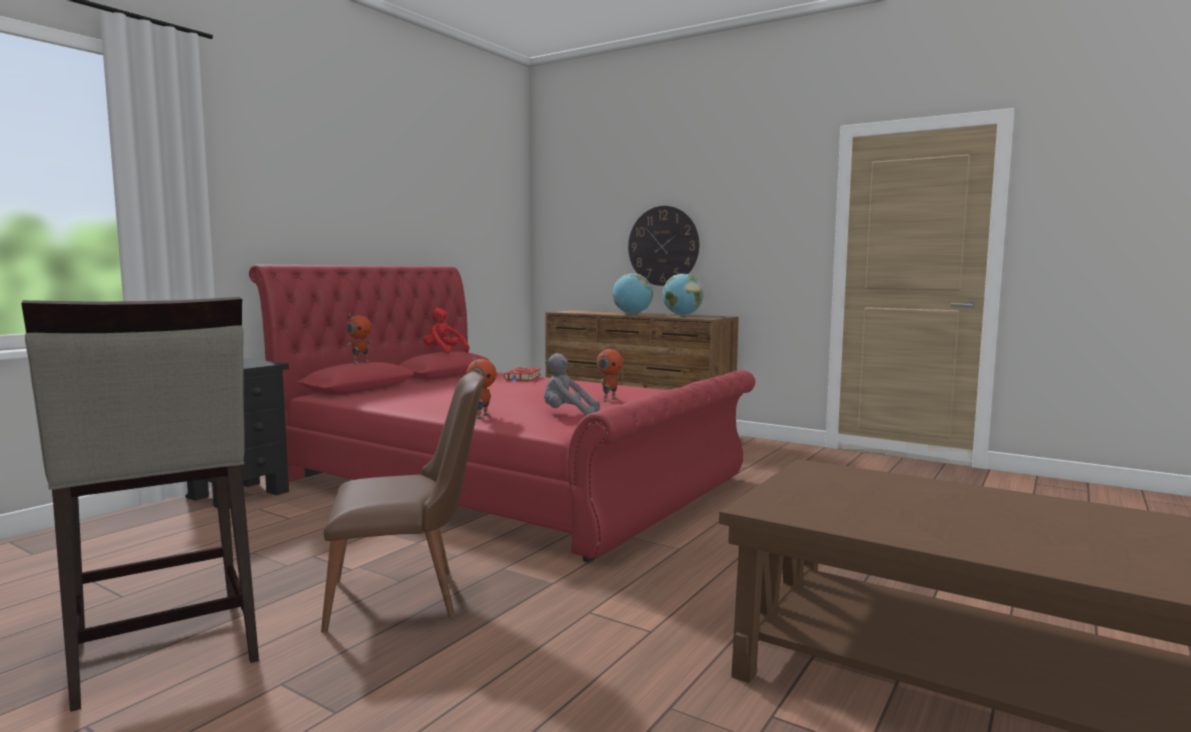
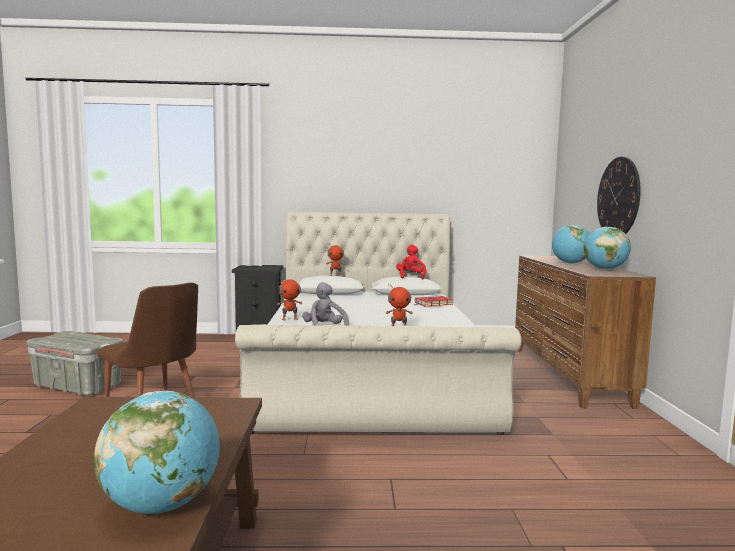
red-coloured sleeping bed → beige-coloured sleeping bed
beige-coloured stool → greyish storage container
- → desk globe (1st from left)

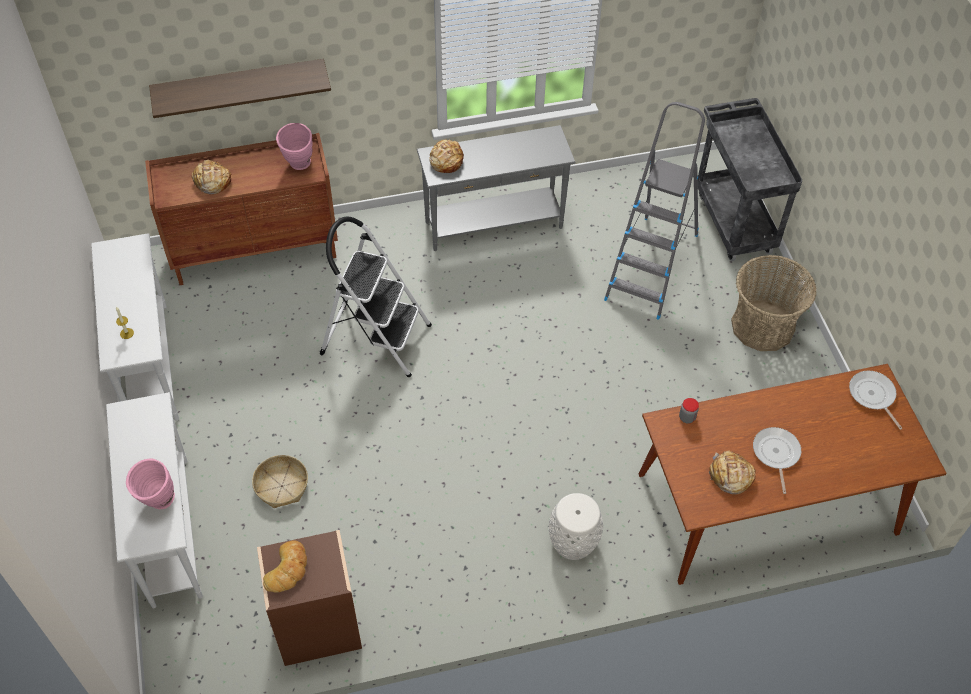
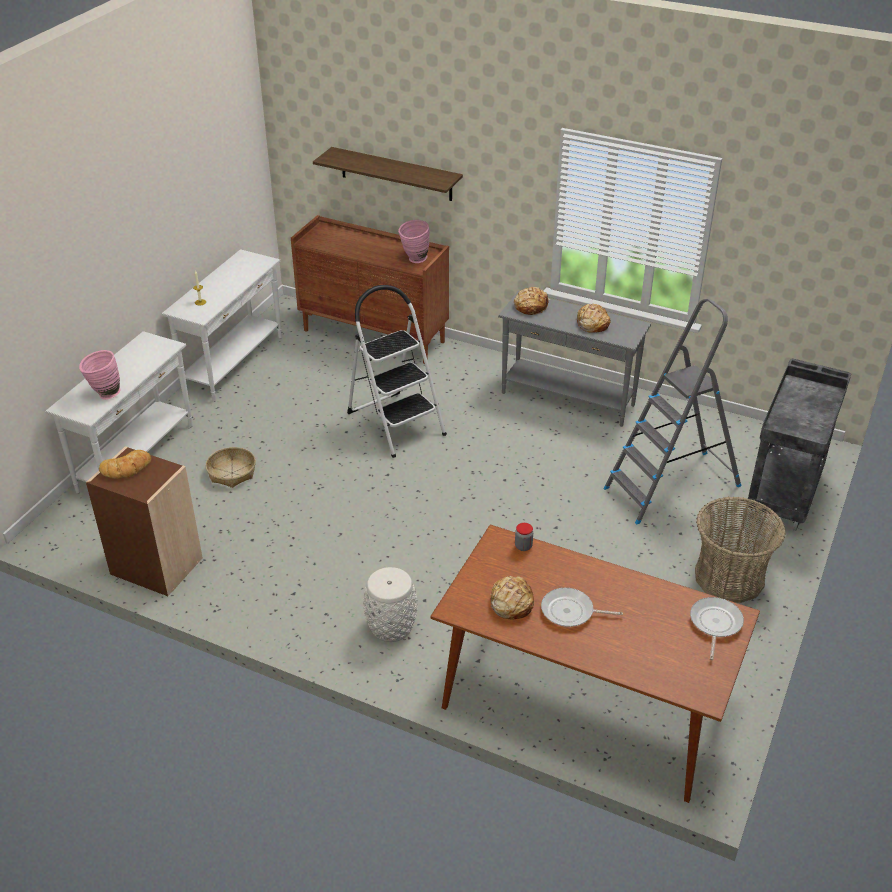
bakery bread (1st from left in the first image) → bakery bread (4th from left), move
skillet (1st from left), 120 degrees counterclockwise

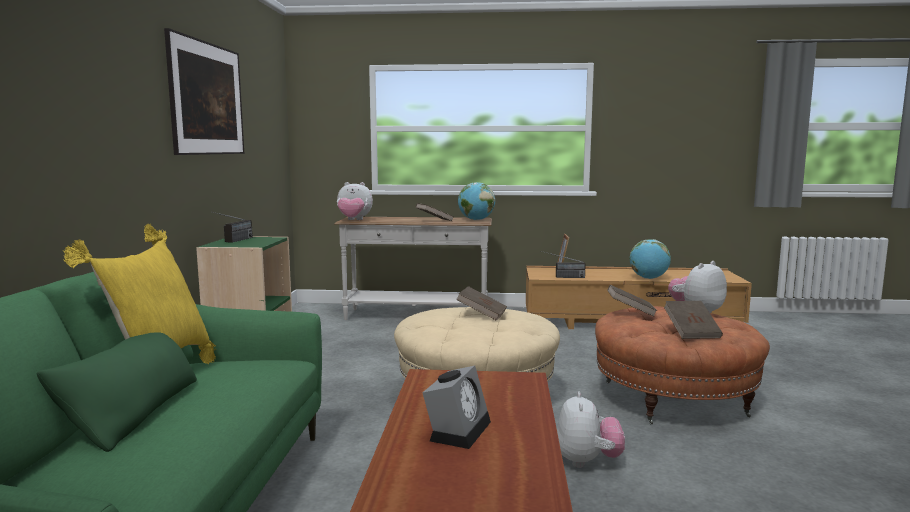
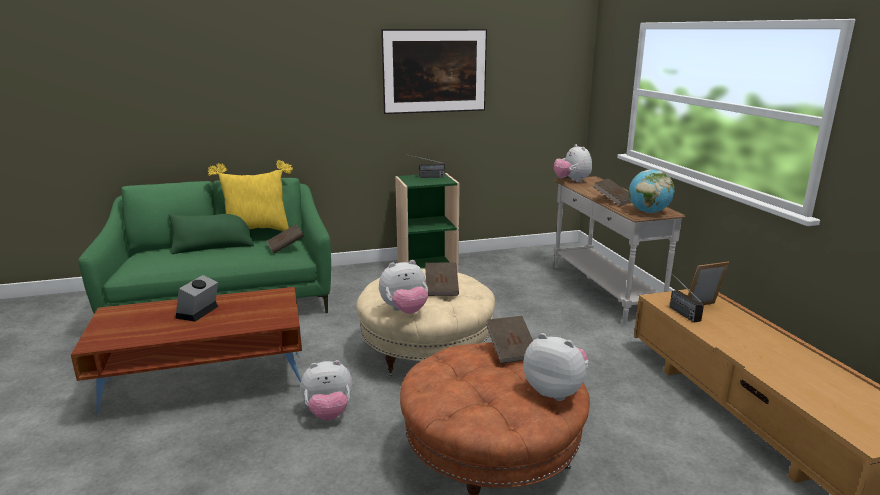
desk globe (2nd from left) → -
brown-coloured volume (4th from left in the first image) → brown-coloured volume (1st from left), move
bedside clock, 105 degrees clockwise
- → plush toy (2nd from left)

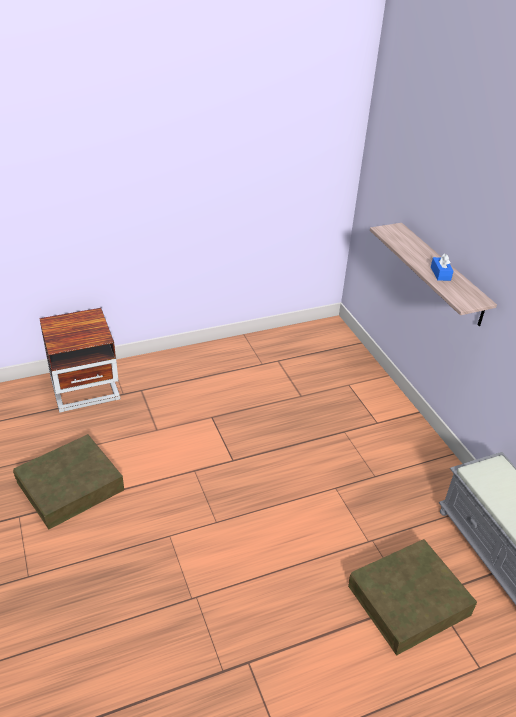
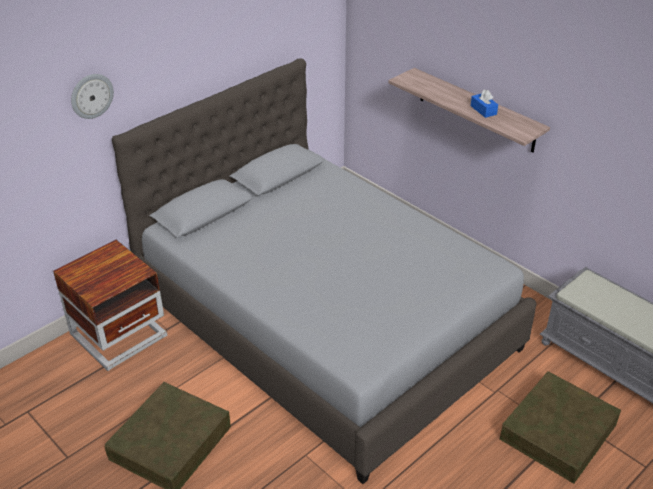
- → greyish sleeping bed
- → wall clock

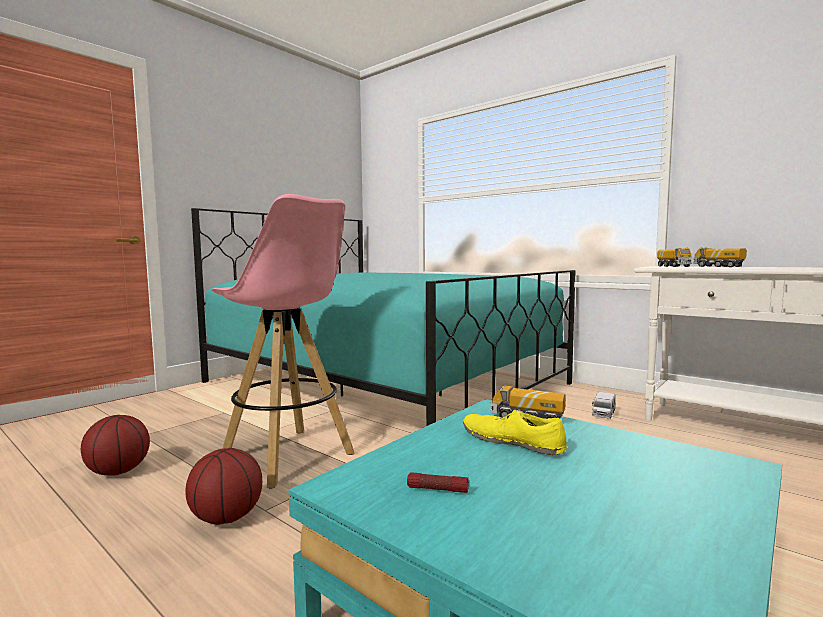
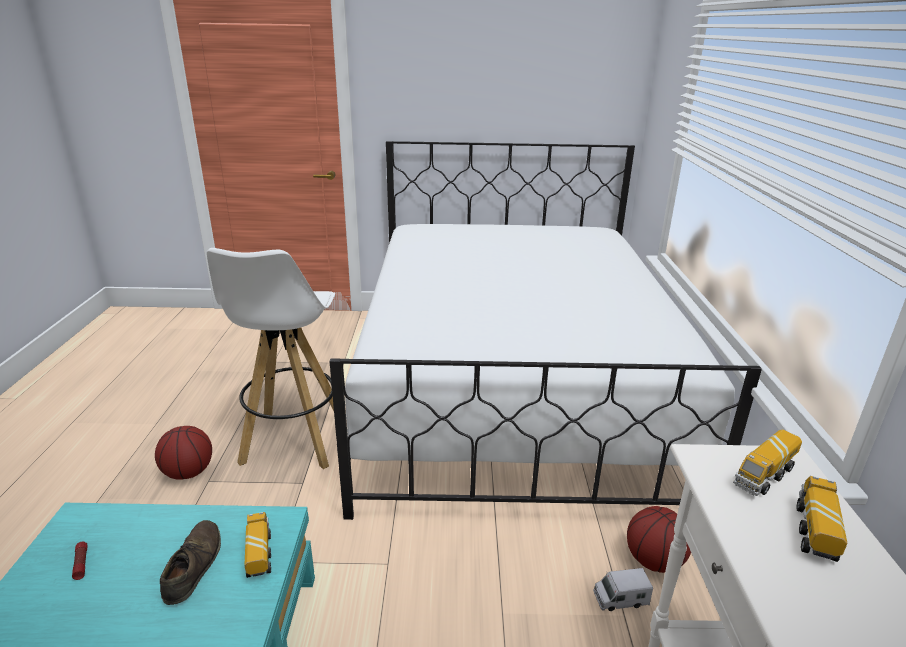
pink-coloured stool → white stool
turquoise sleeping bed → white sleeping bed
yellowish shoe → brown-coloured shoe
basketball (1st from left in the first image) → basketball (2nd from left), move

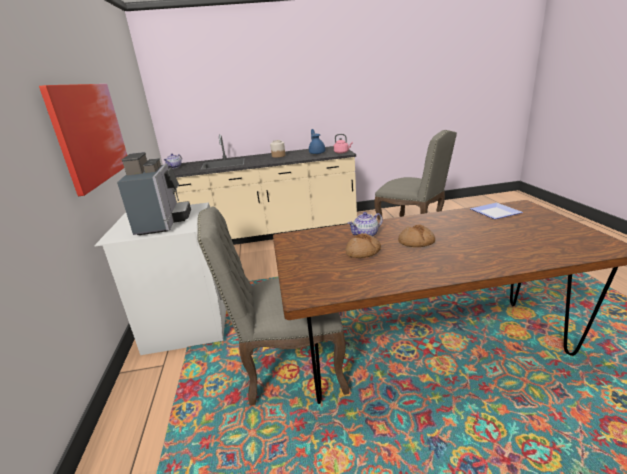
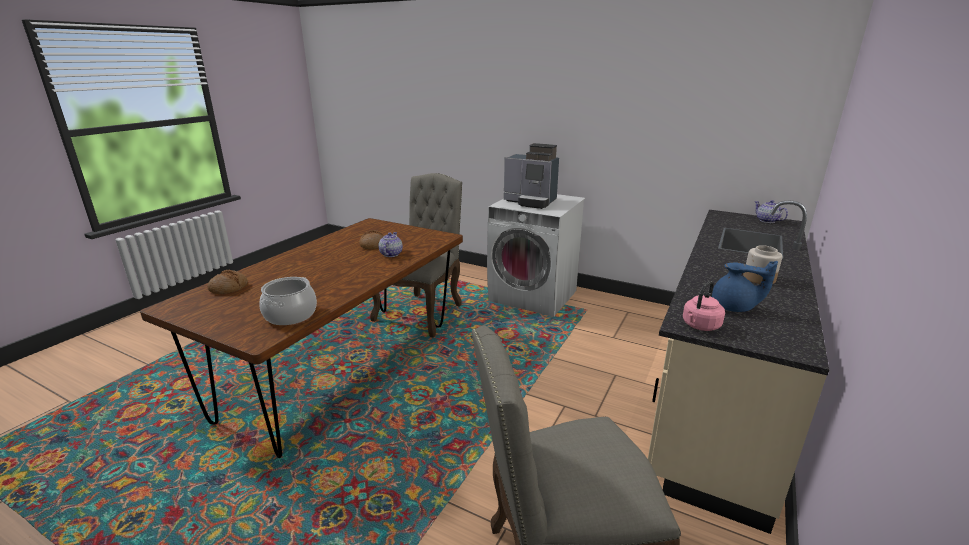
wall picture → -
flat dish → cooking pot
bakery bread (2nd from left in the first image) → bakery bread (1st from left), move

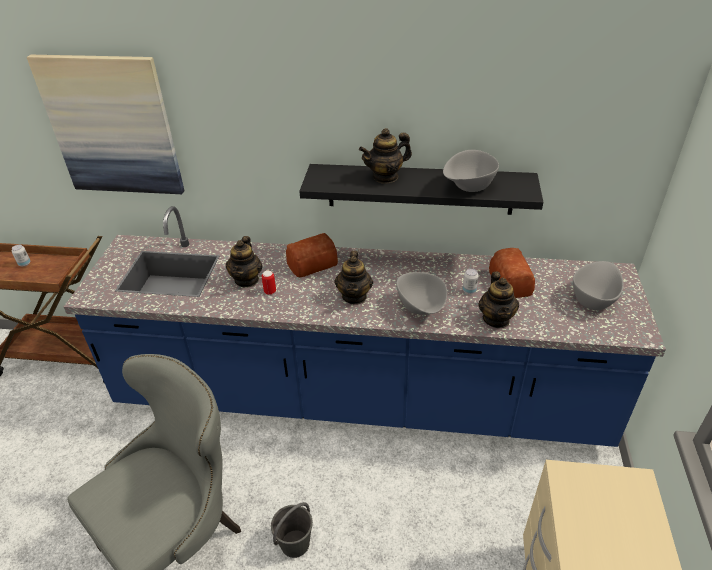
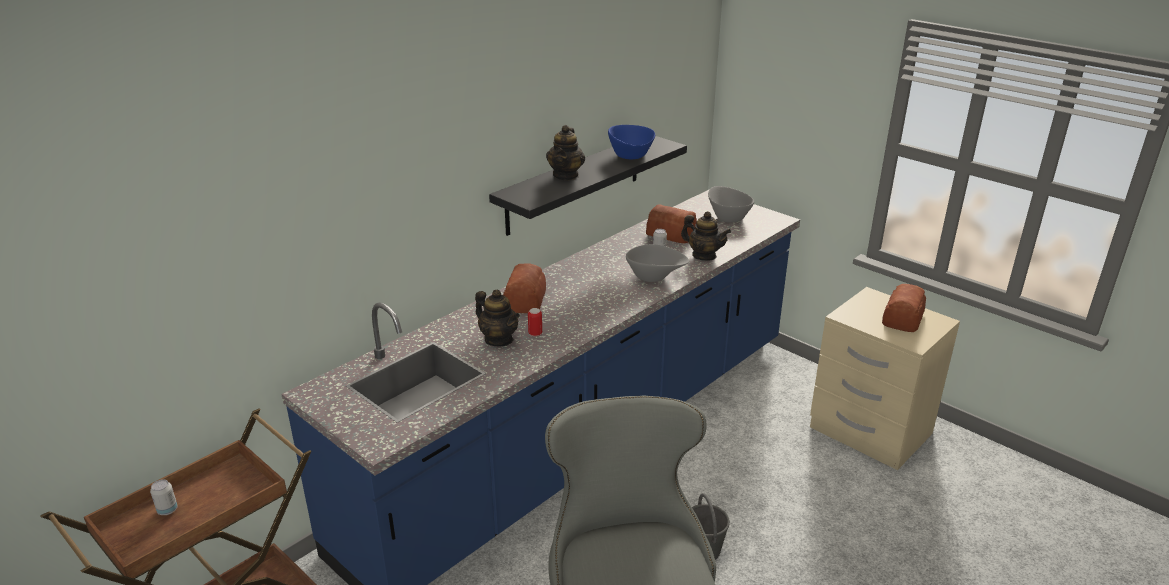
wall picture → -
greyish serving bowl (2nd from left) → blue serving bowl
teapot (2nd from left) → -
- → bakery bread (3rd from left)

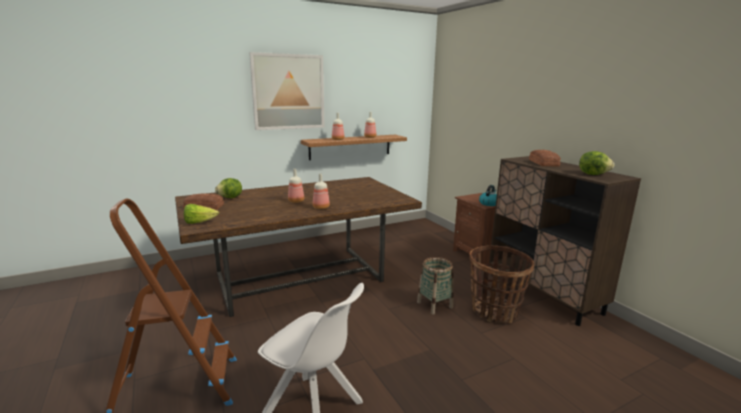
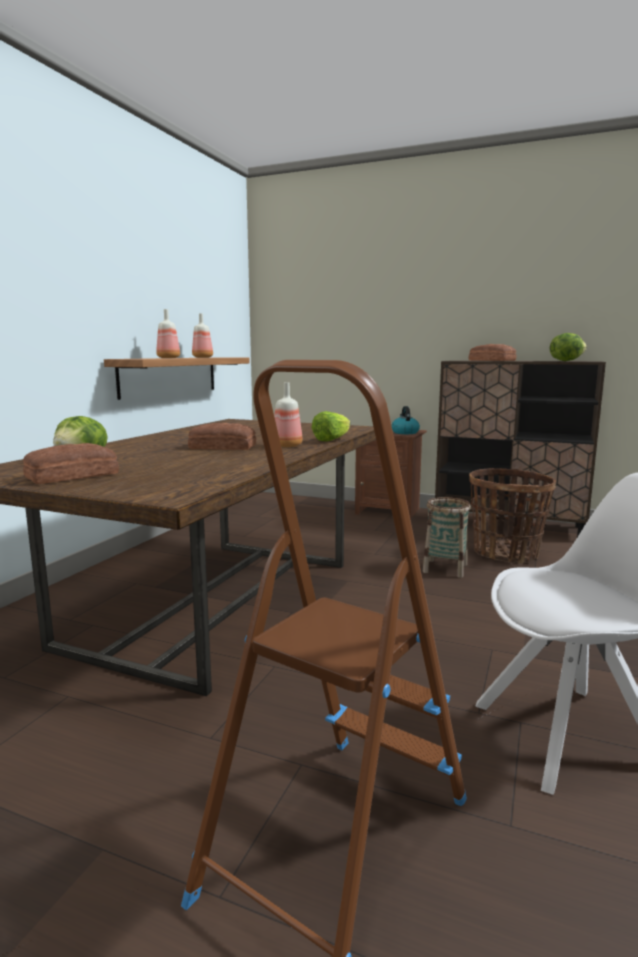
wall picture → -
beverage bottle (1st from left) → bakery bread (2nd from left)
head of lettuce (1st from left in the first image) → head of lettuce (2nd from left), move

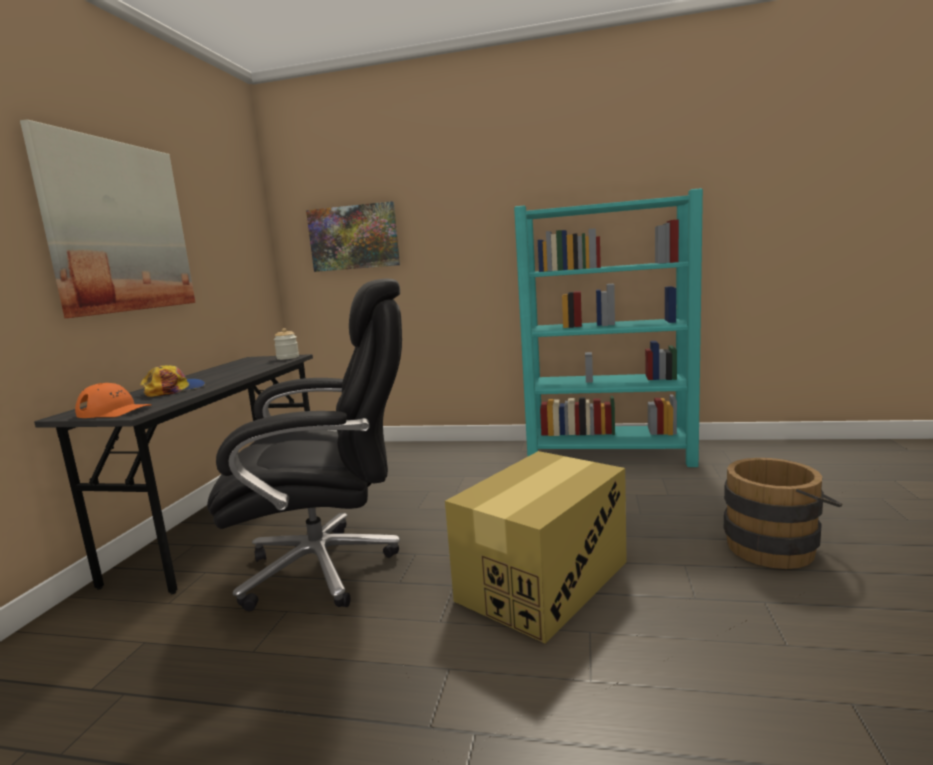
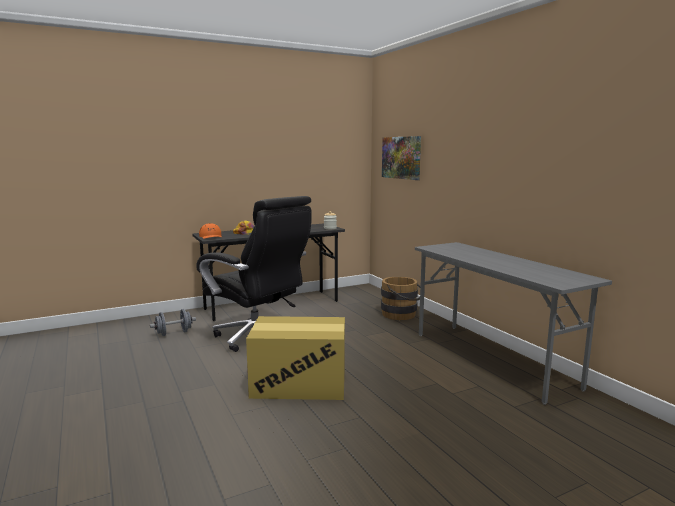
wall picture (1st from left) → -
turquoise shelving unit → greyish desk (2nd from left)
brown-coloured bucket, move
- → greyish free weight

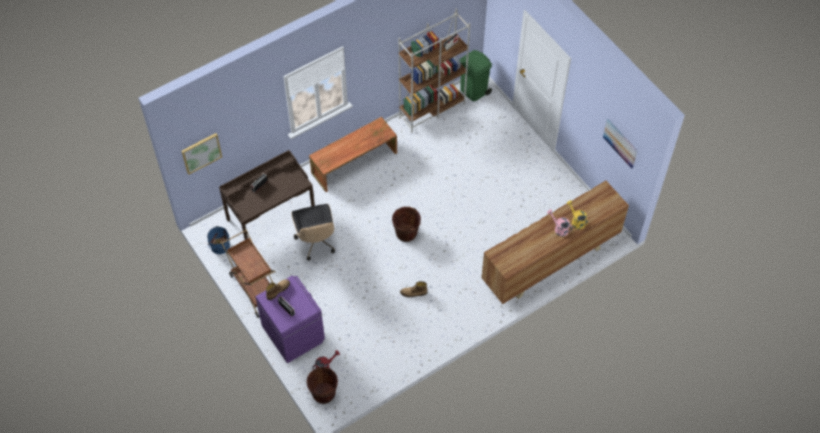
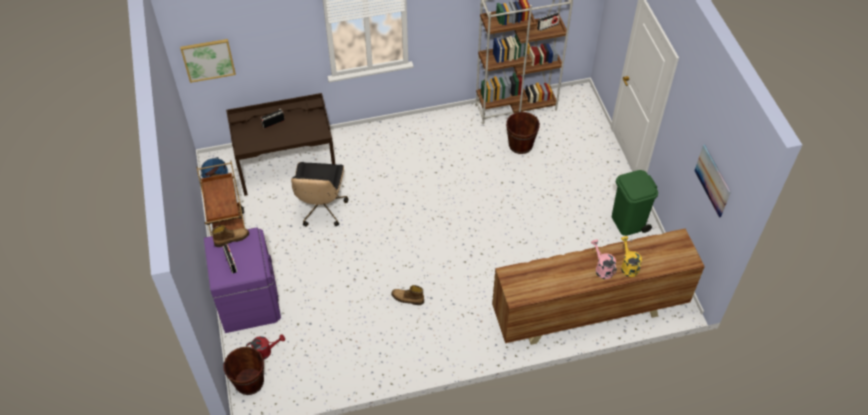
green rubbish bin, move
brown-coloured indoor bench → -
brown-coloured bucket (2nd from left), move

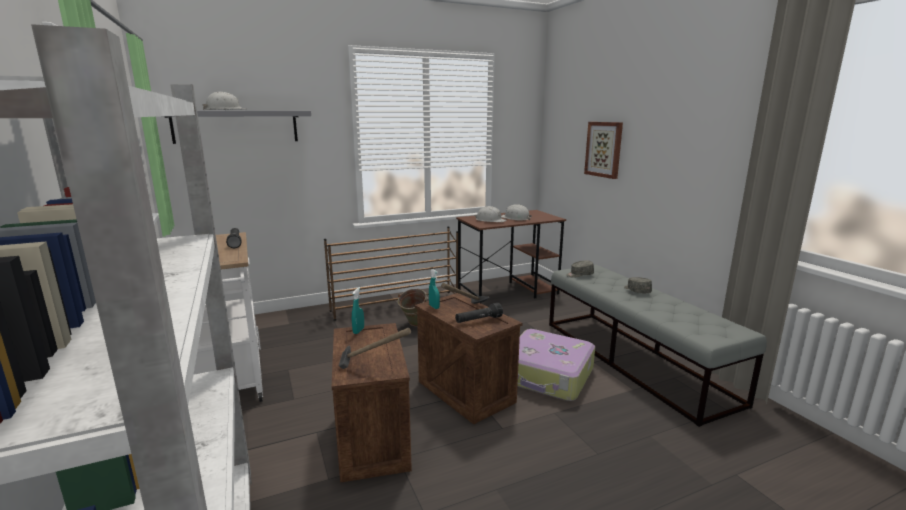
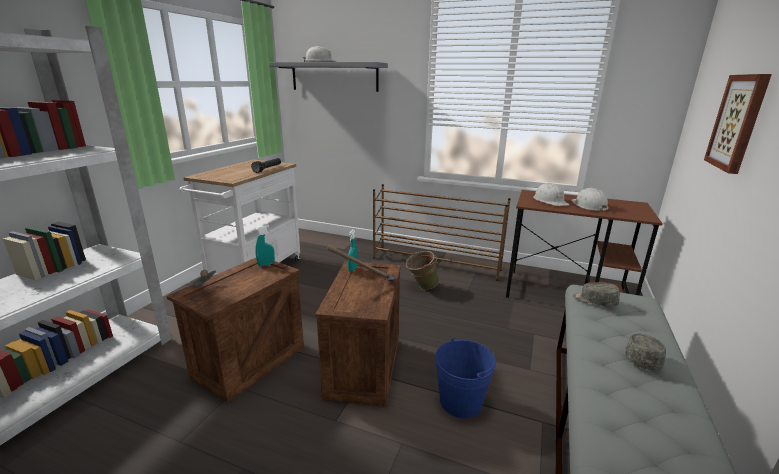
blackish hand torch (2nd from left) → -
suitcase → blue bucket

